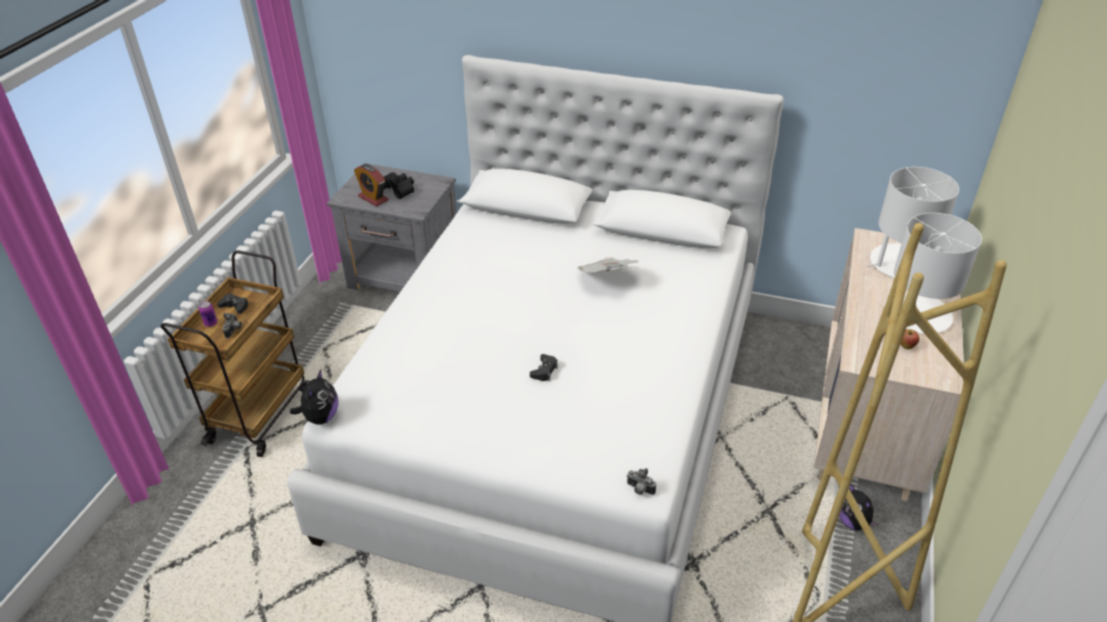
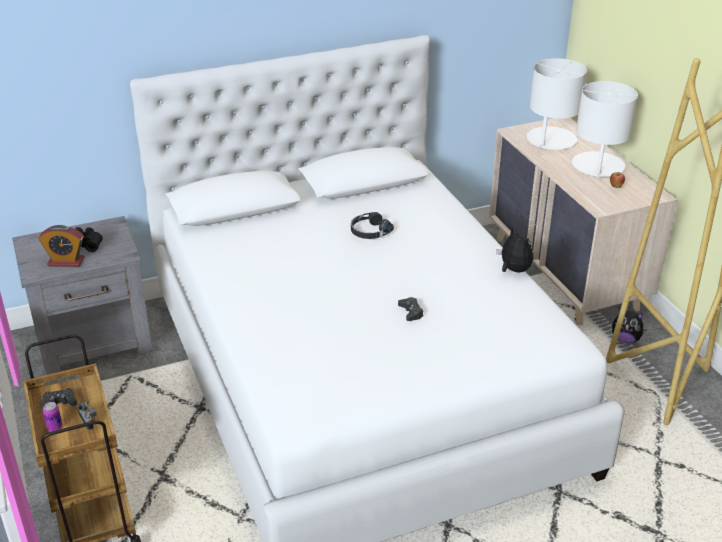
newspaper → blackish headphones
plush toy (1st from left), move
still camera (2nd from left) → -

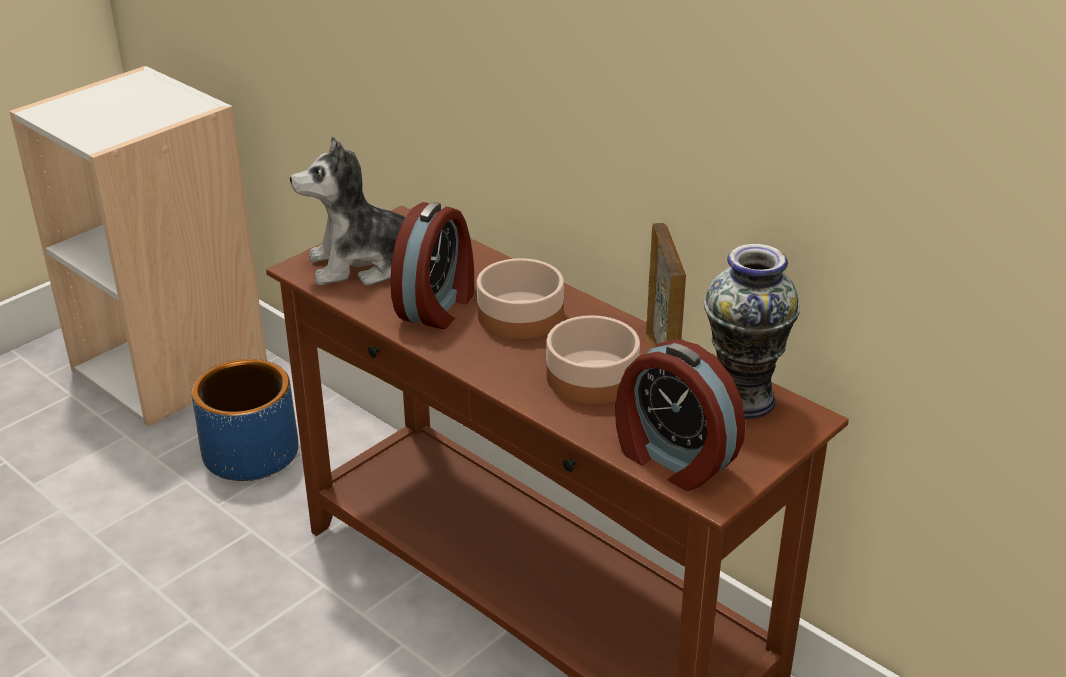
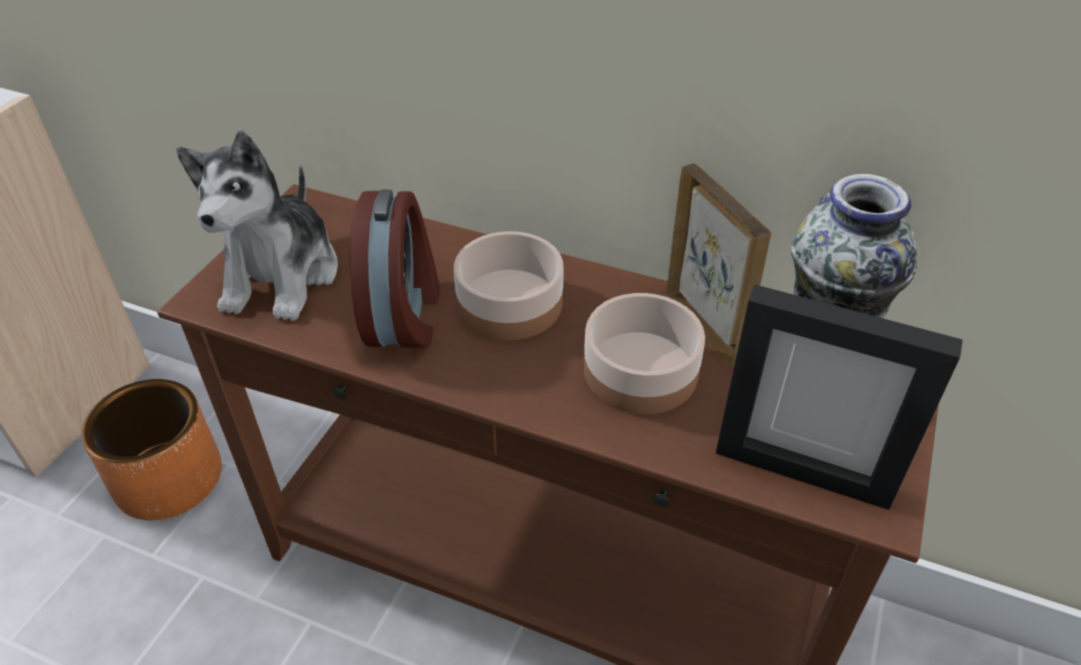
plush toy, 45 degrees counterclockwise
bedside clock (2nd from left) → picture frame (2nd from left)
blue plant pot → orange-coloured plant pot

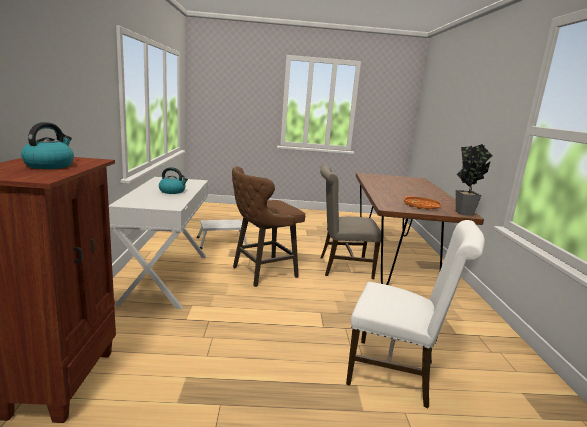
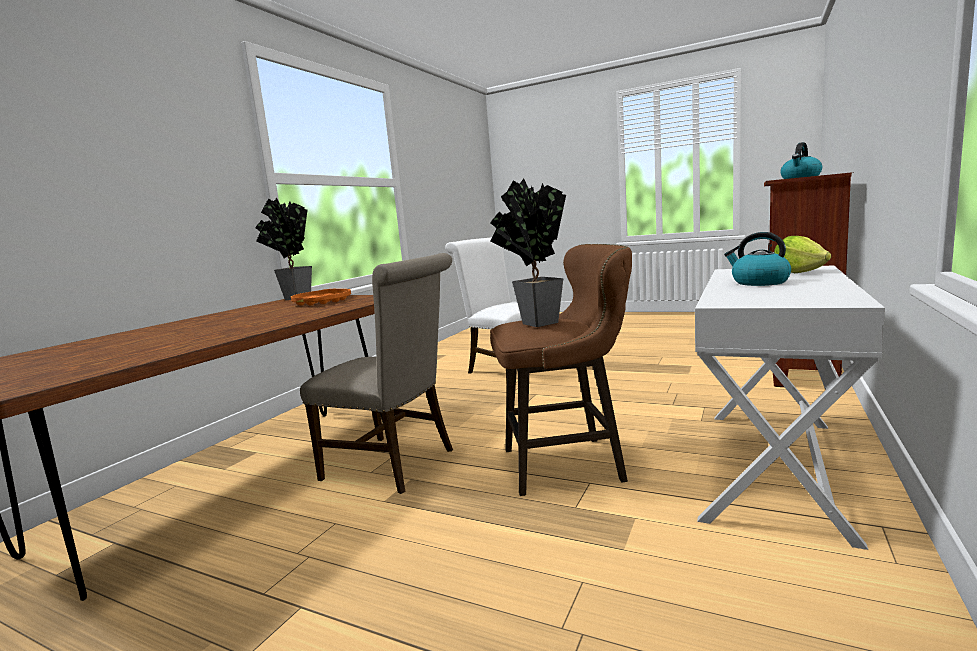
white stepladder → -
- → potted plant (2nd from left)
- → head of lettuce

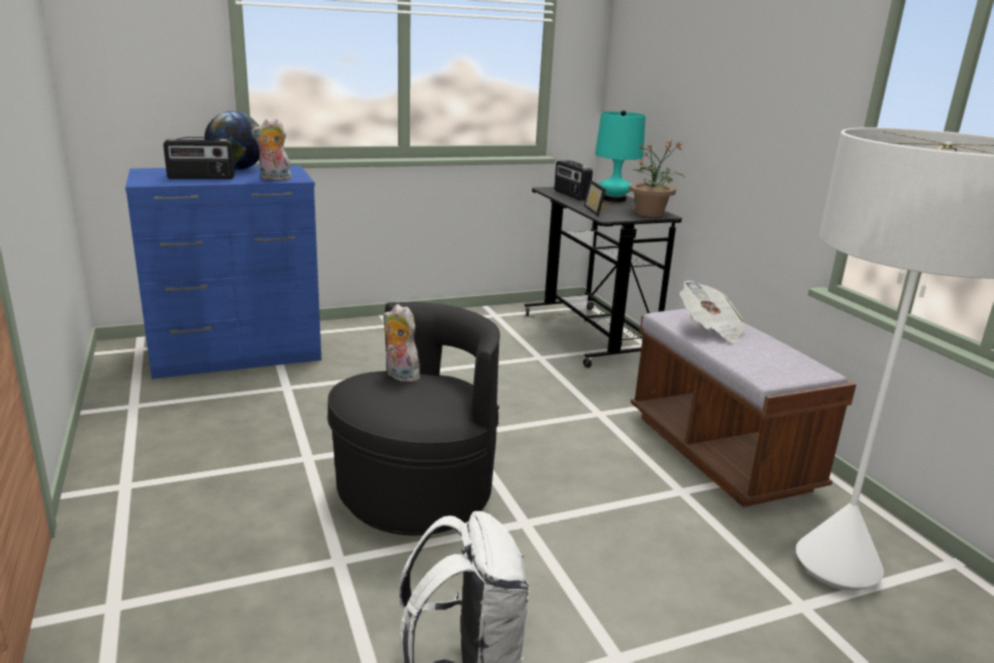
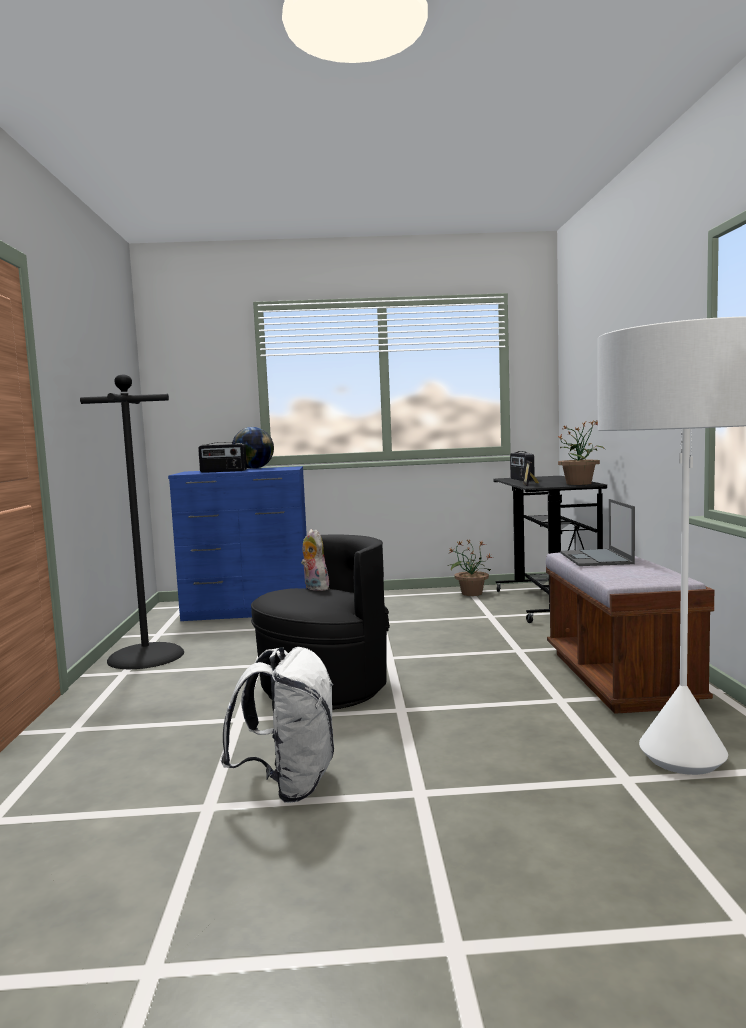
turquoise lamp for a table → -
plush toy (1st from left) → -
newspaper → laptop
- → blackish garment rack
- → potted plant (1st from left)

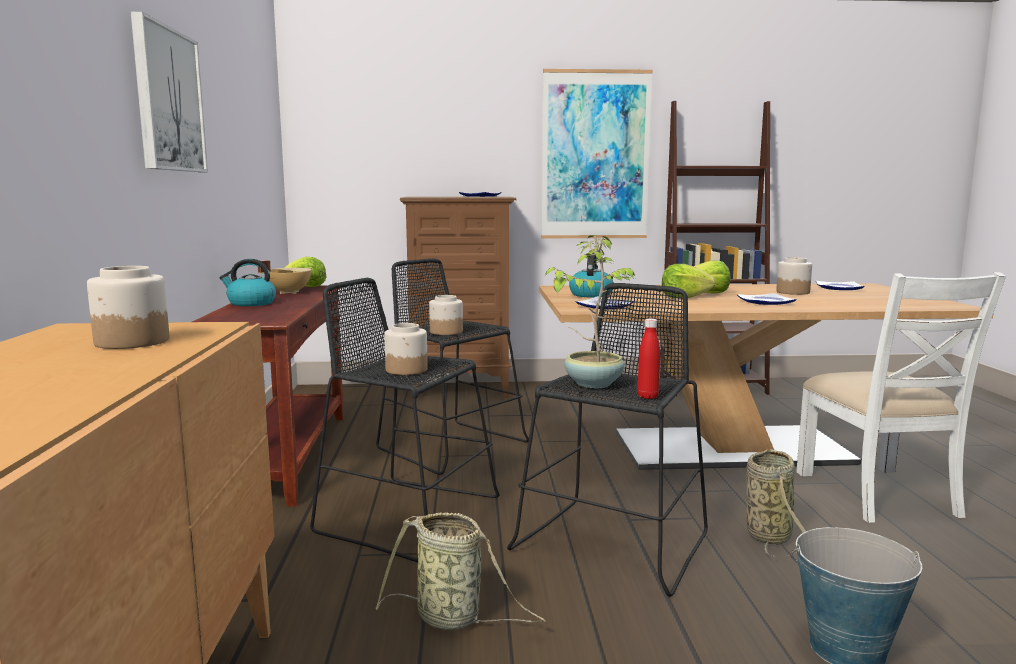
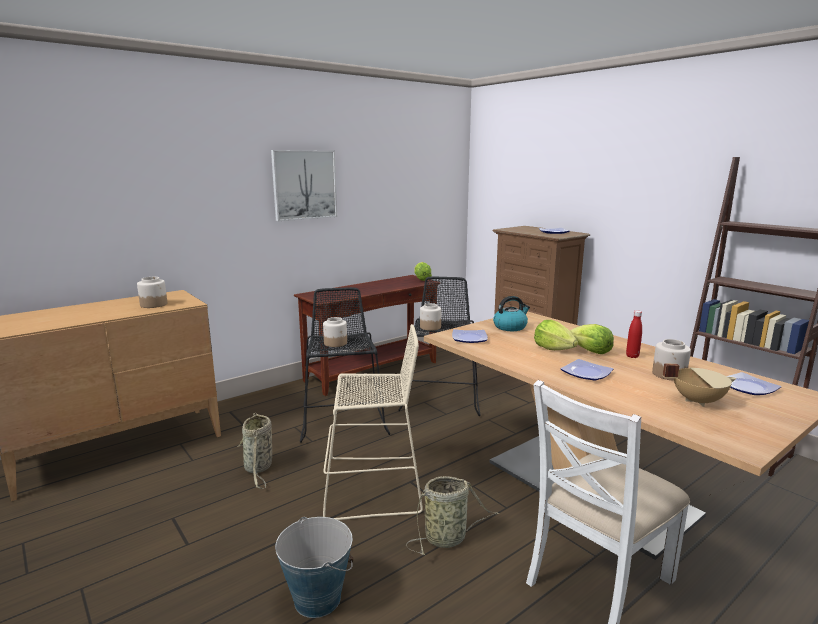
wall picture (2nd from left) → -
potted plant → -
water kettle (1st from left) → -
beige-coloured cooking pot, move
blackish stool (3rd from left) → beige-coloured stool
red-coloured beverage bottle, move

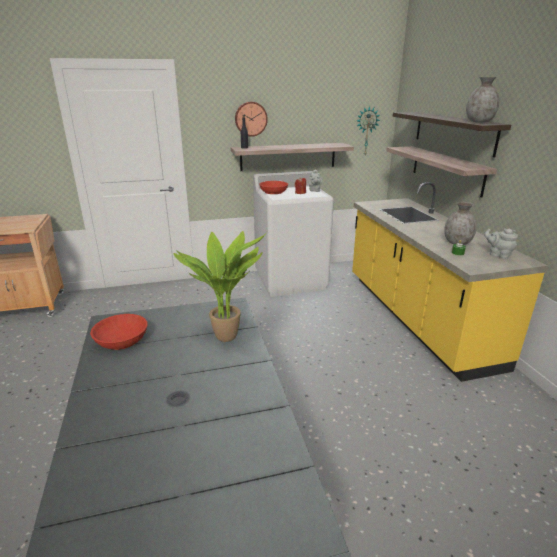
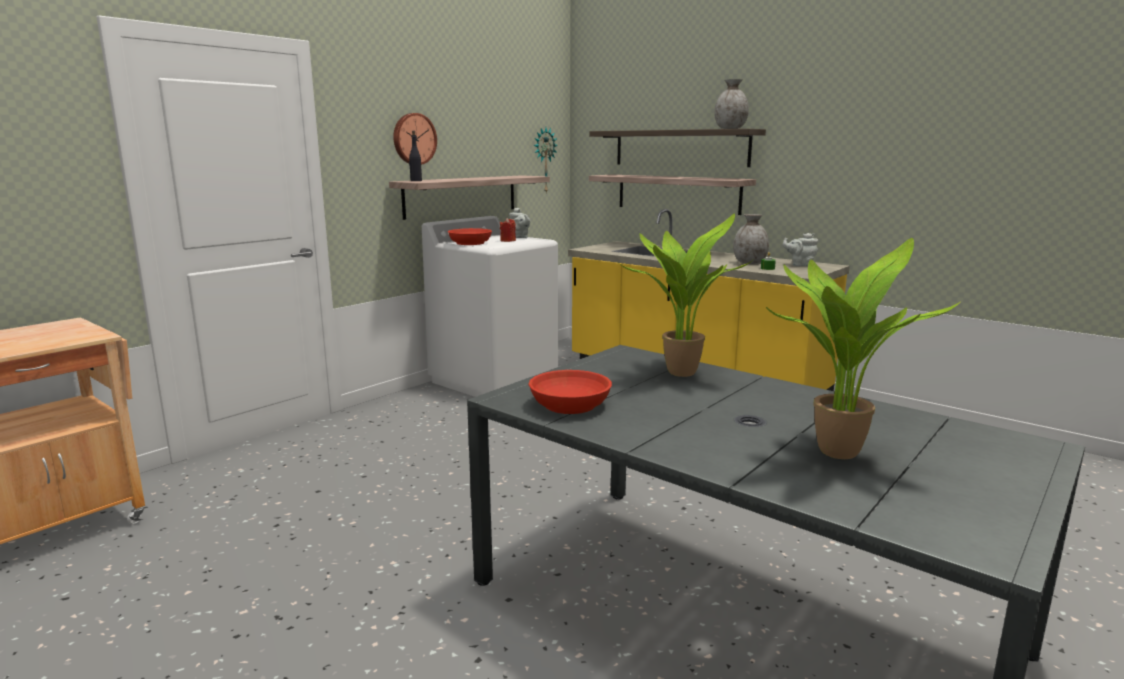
- → potted plant (2nd from left)

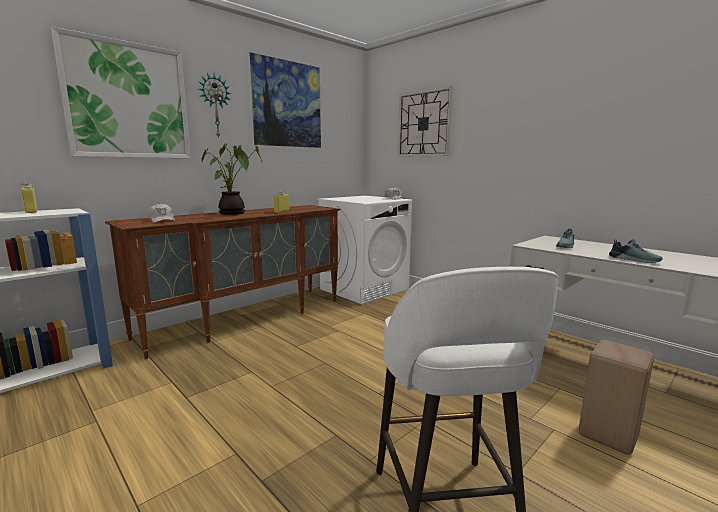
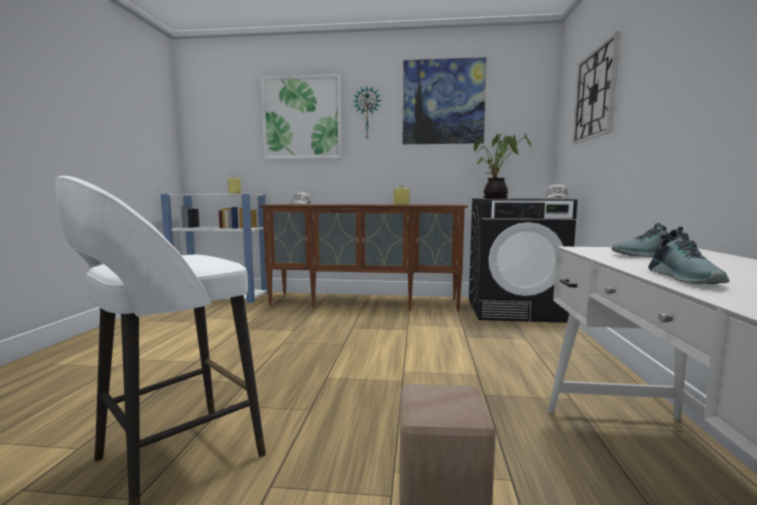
potted plant, move
white laundry appliance → blackish laundry appliance

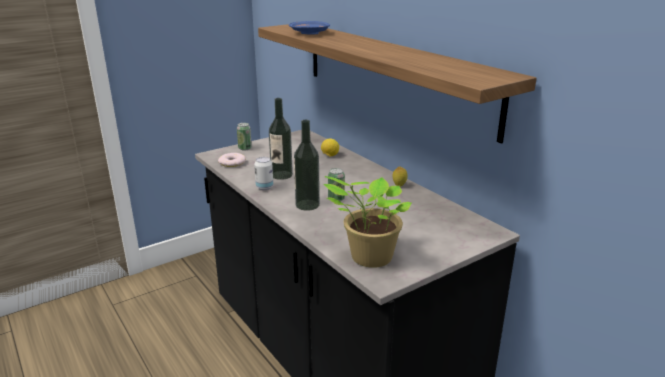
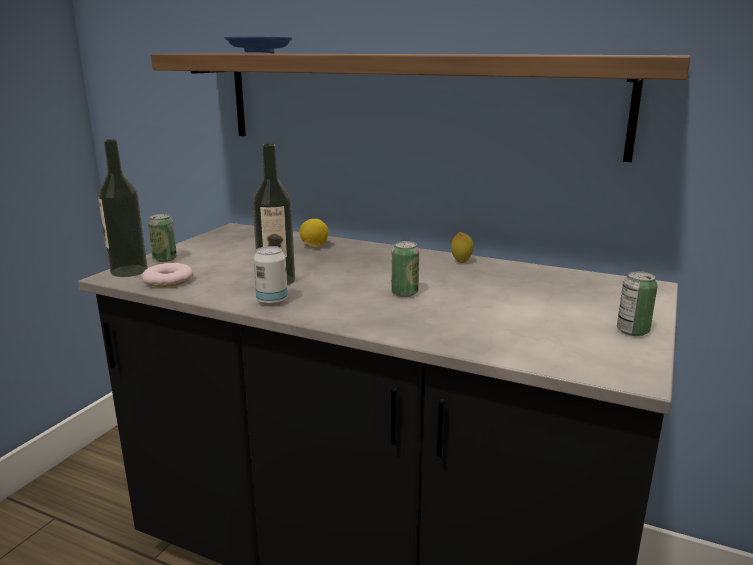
beverage bottle (2nd from left in the first image) → beverage bottle (1st from left), move
potted plant → -
- → can (4th from left)

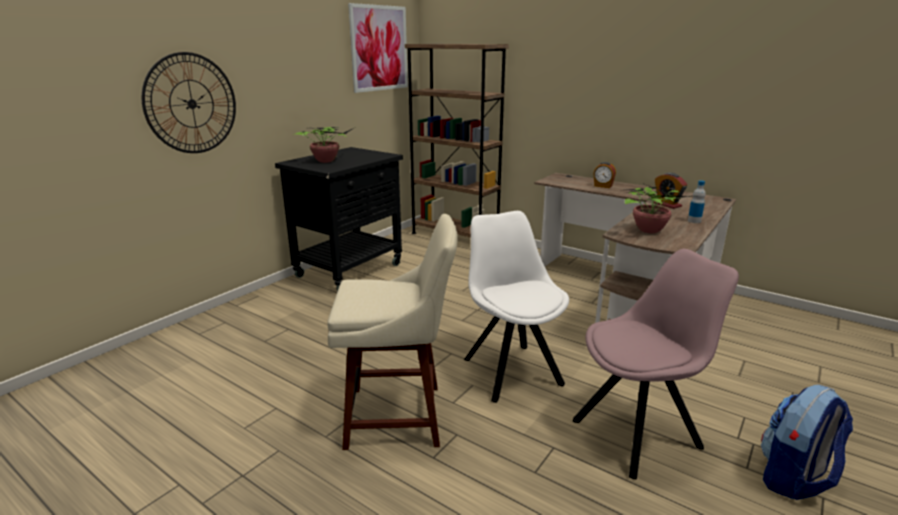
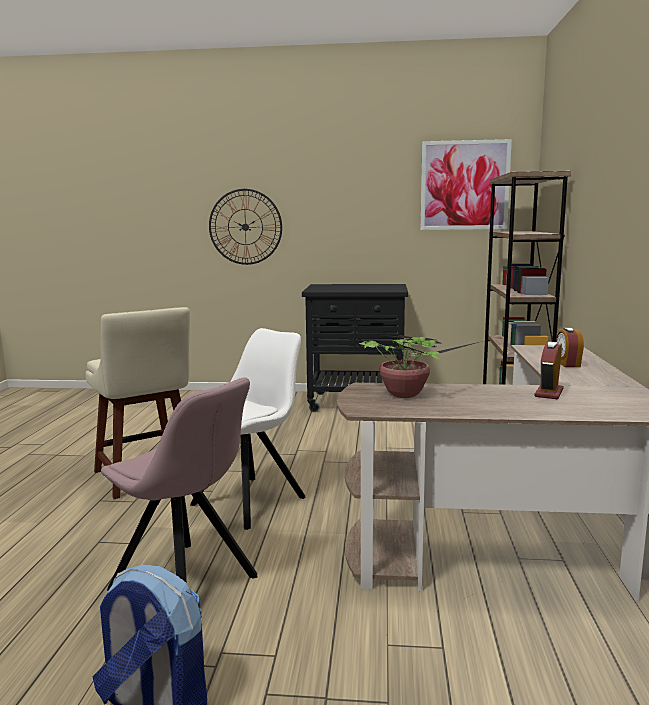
potted plant (1st from left) → -
beverage bottle → -

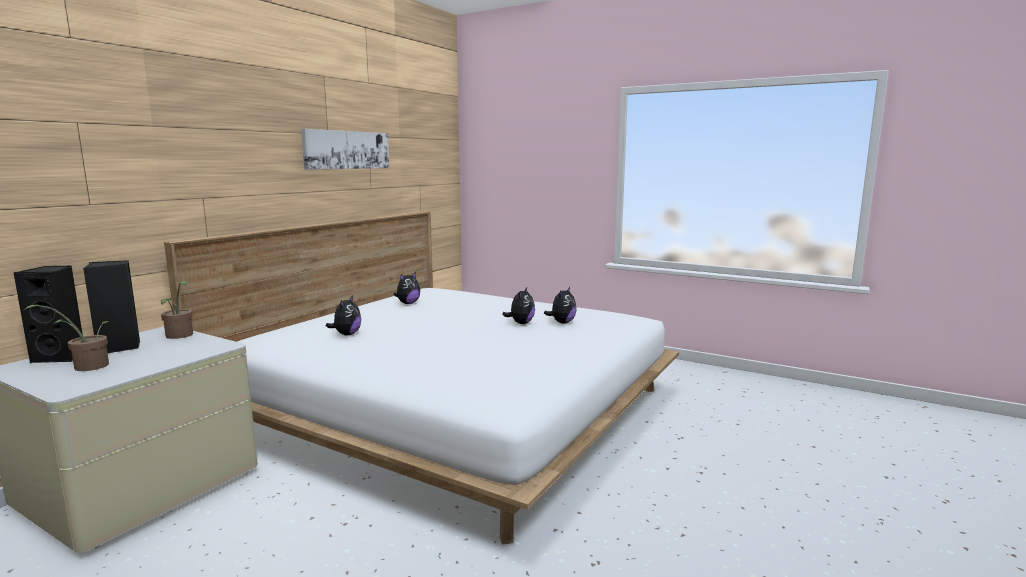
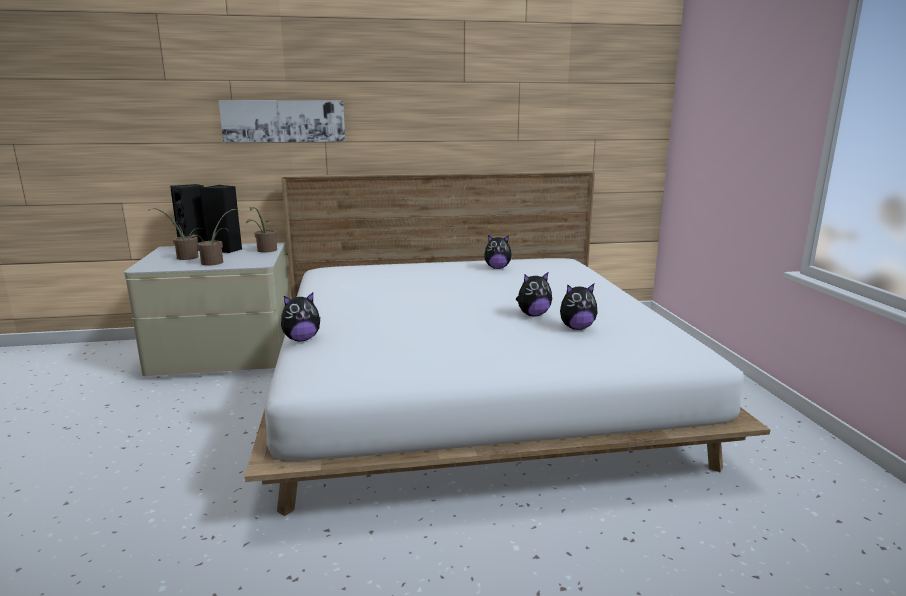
wall picture, move
plush toy (1st from left), move
- → potted plant (2nd from left)

